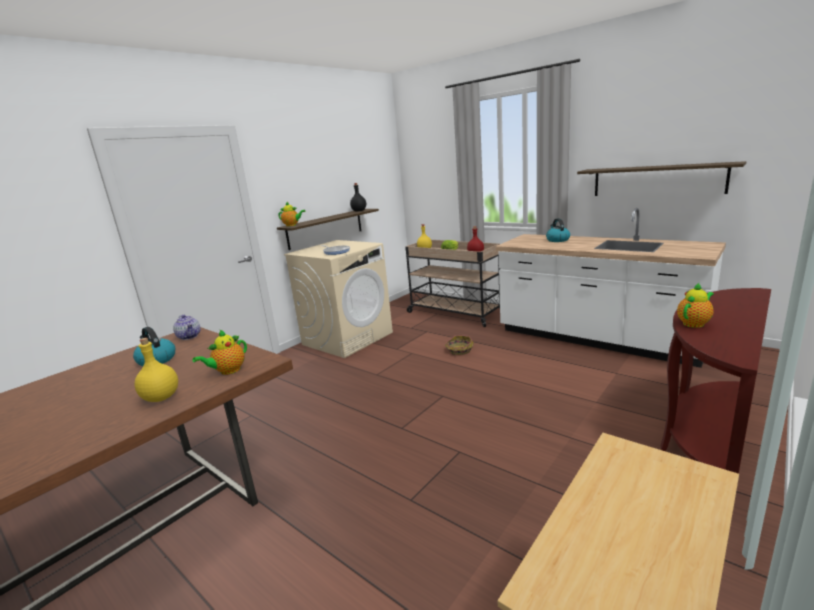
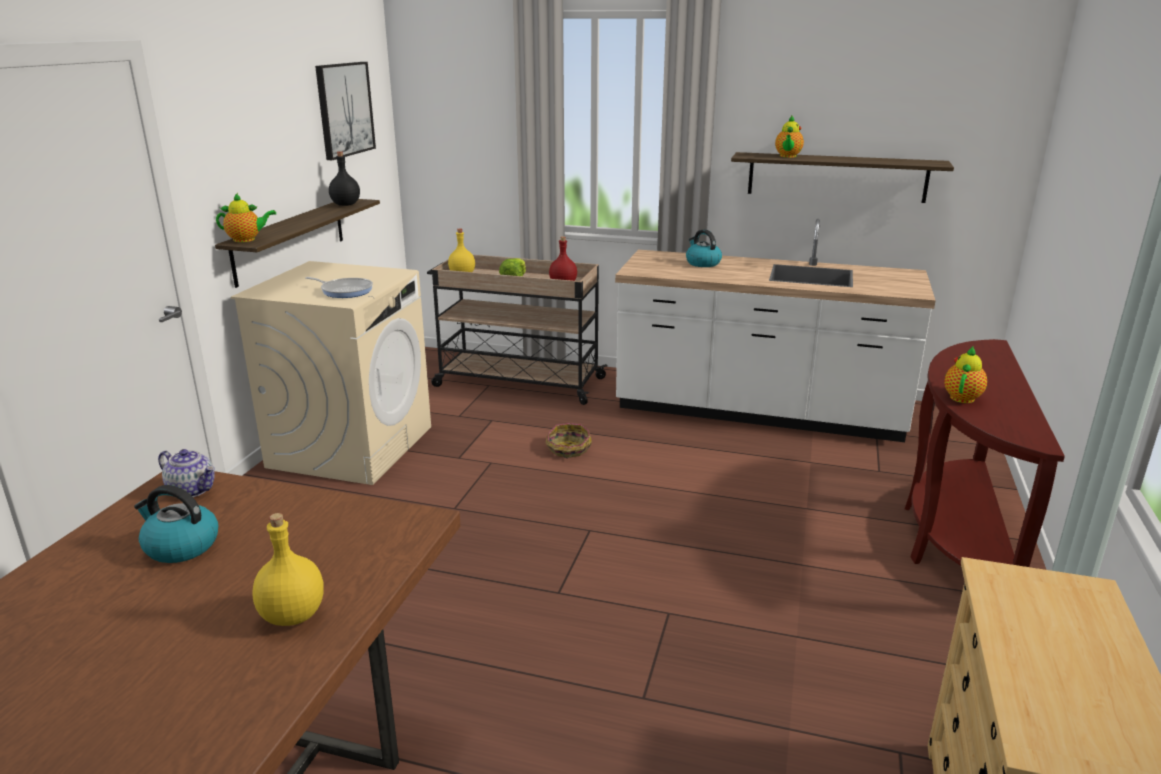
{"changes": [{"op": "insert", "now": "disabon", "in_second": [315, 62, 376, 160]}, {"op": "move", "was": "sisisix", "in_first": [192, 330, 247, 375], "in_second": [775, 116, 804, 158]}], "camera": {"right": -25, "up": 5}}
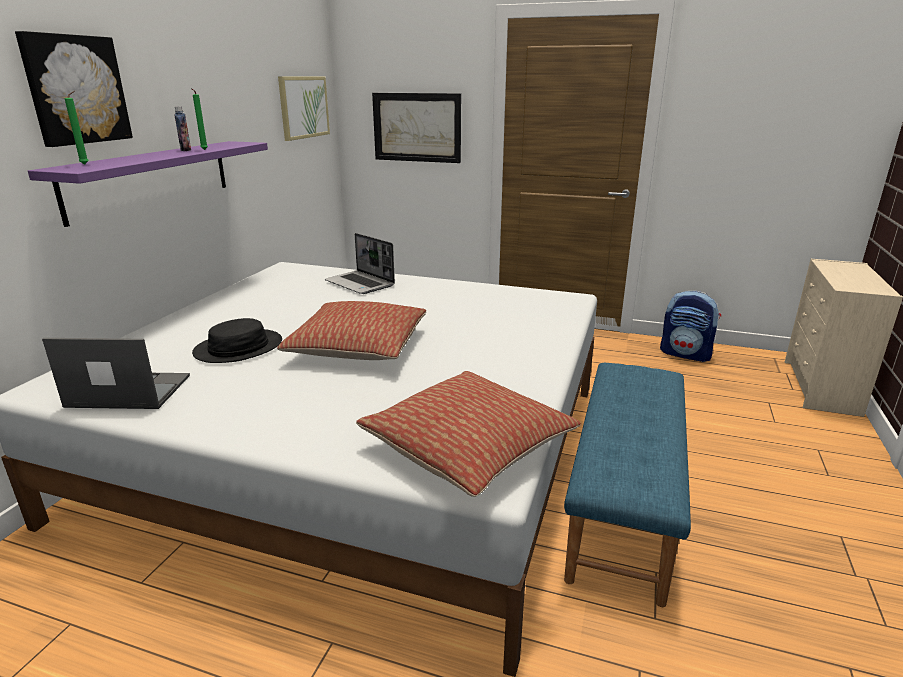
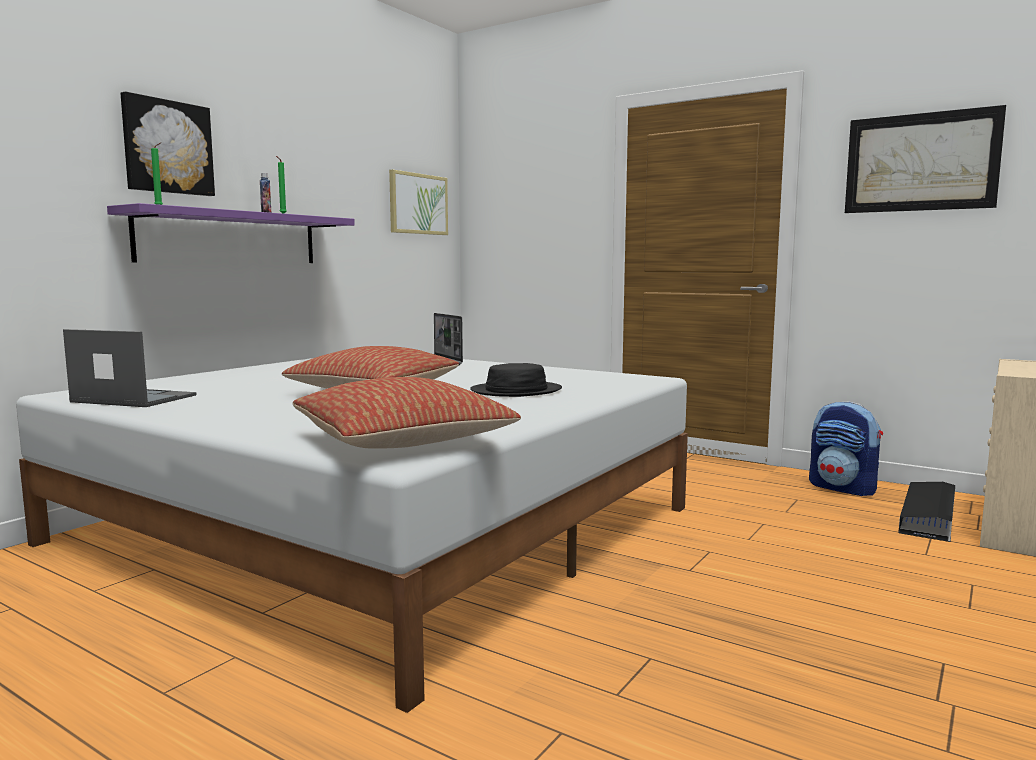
{"changes": [{"op": "delete", "was": "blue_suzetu", "in_first": [564, 363, 691, 607]}, {"op": "insert", "now": "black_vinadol", "in_second": [898, 482, 955, 542]}, {"op": "move", "was": "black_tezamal", "in_first": [192, 318, 282, 363], "in_second": [470, 363, 562, 397]}, {"op": "move", "was": "disabon", "in_first": [372, 93, 461, 163], "in_second": [845, 105, 1006, 213]}], "camera": {"right": 15, "up": -15}}
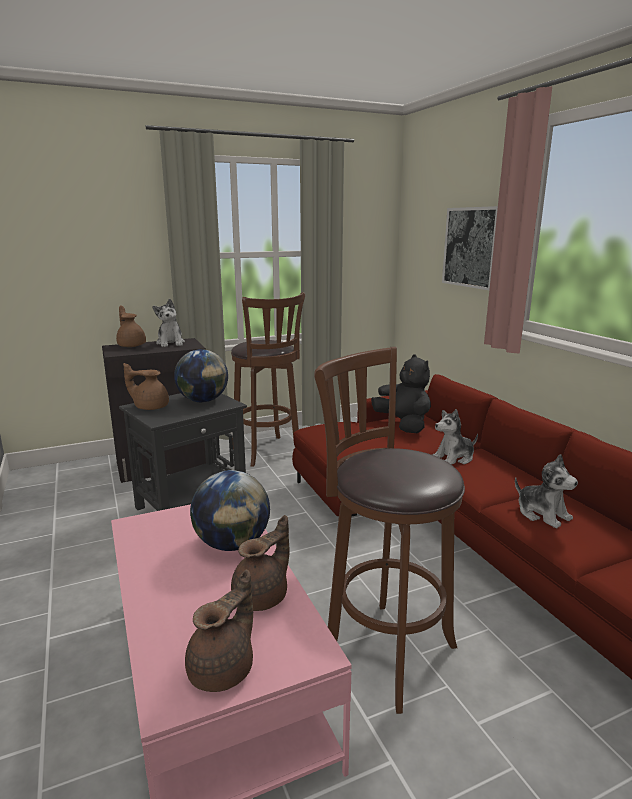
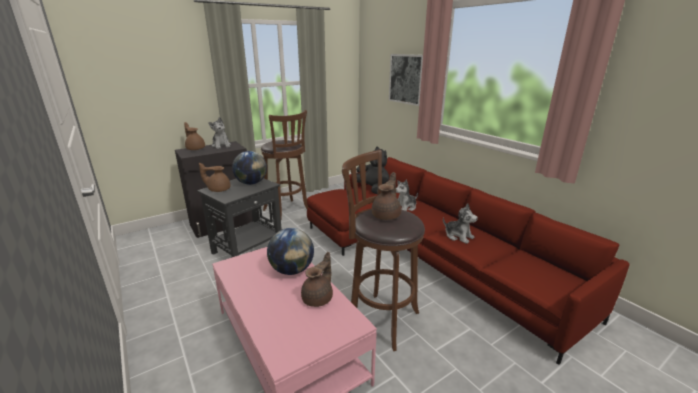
{"changes": [{"op": "move", "was": "brown_sisisix", "in_first": [185, 569, 253, 692], "in_second": [372, 172, 401, 220]}], "camera": {"right": -10, "up": 5}}
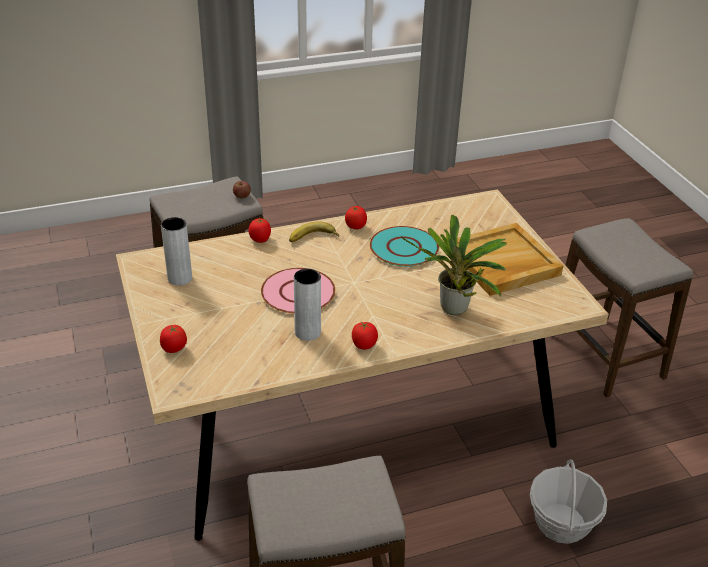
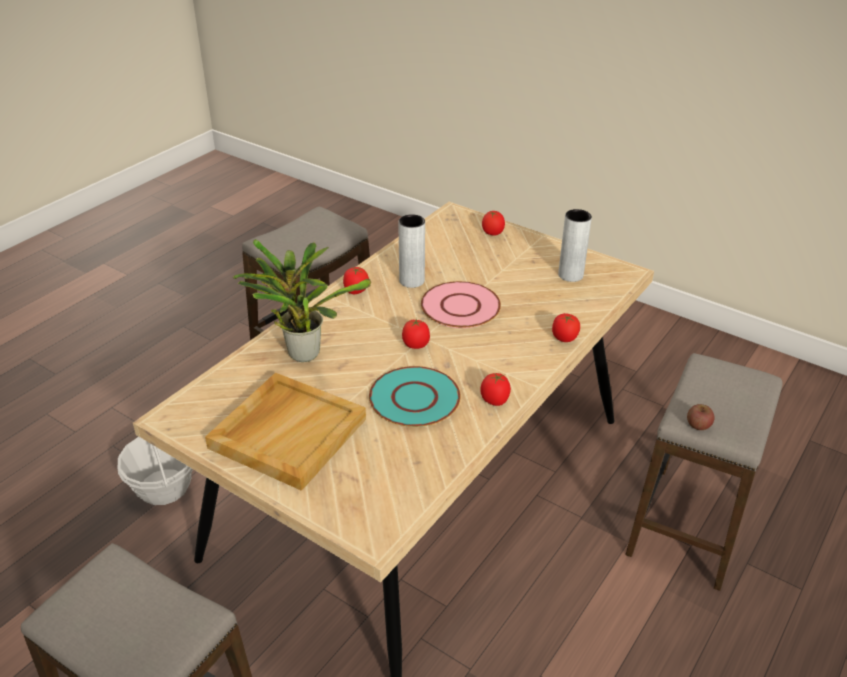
{"changes": [{"op": "delete", "was": "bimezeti", "in_first": [289, 221, 339, 242]}, {"op": "insert", "now": "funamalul", "in_second": [402, 318, 430, 349]}], "camera": {"right": 145, "up": 0}}
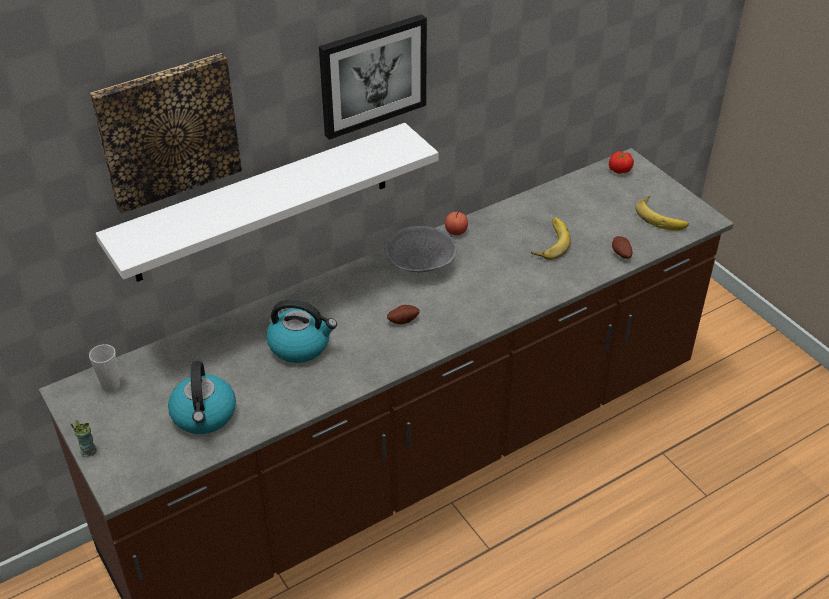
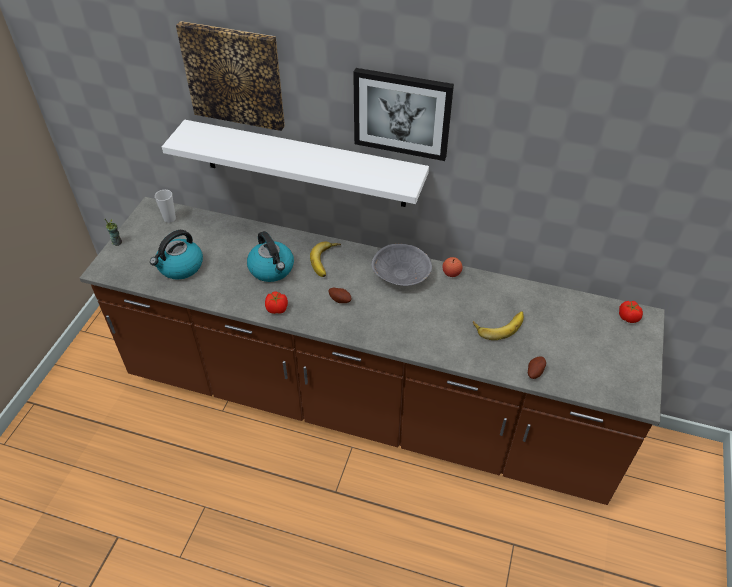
{"changes": [{"op": "insert", "now": "funamalul", "in_second": [265, 292, 288, 314]}, {"op": "move", "was": "bimezeti", "in_first": [635, 195, 689, 231], "in_second": [310, 242, 341, 277]}], "camera": {"right": 50, "up": 5}}
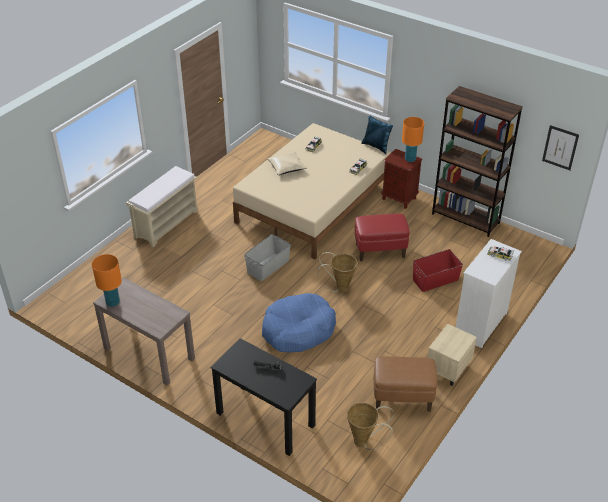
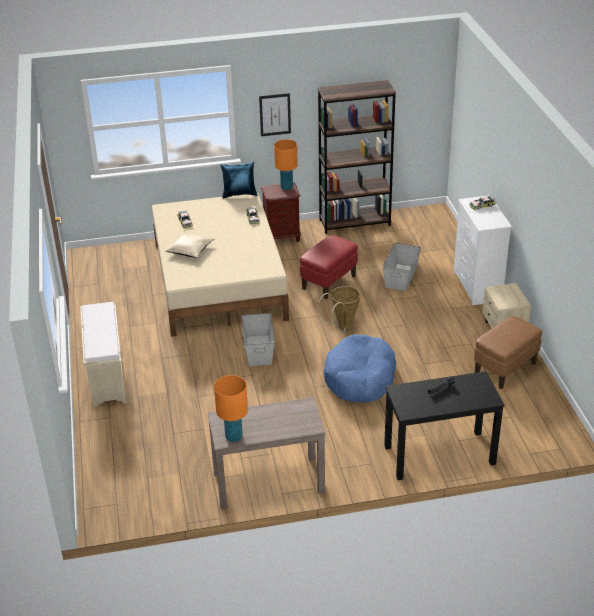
{"changes": [{"op": "delete", "was": "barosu", "in_first": [347, 402, 395, 450]}, {"op": "move", "was": "disabon", "in_first": [542, 125, 579, 170], "in_second": [259, 93, 291, 136]}, {"op": "recolor", "was": "red_vinadol", "now": "grey_vinadol", "in_first": [413, 249, 463, 292], "in_second": [383, 243, 421, 291]}], "camera": {"right": -45, "up": -5}}
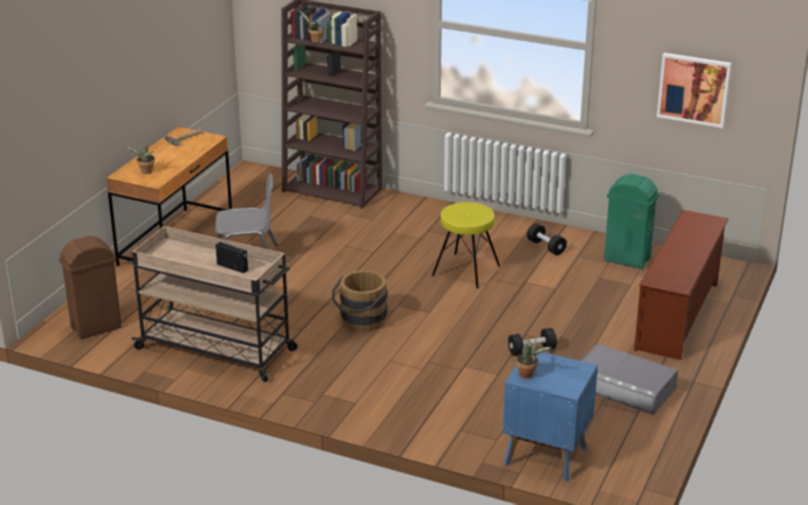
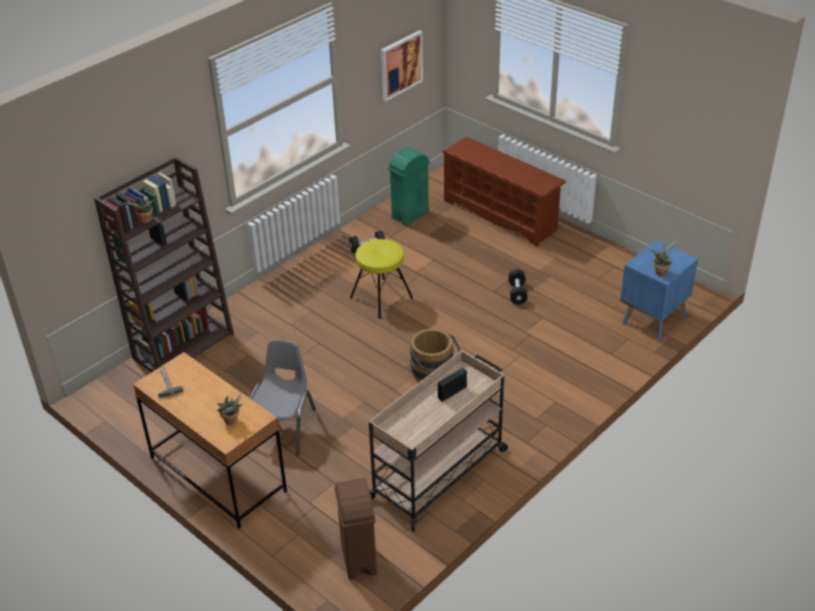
{"changes": [{"op": "delete", "was": "grey_vinadol", "in_first": [580, 344, 678, 415]}], "camera": {"right": -70, "up": 10}}
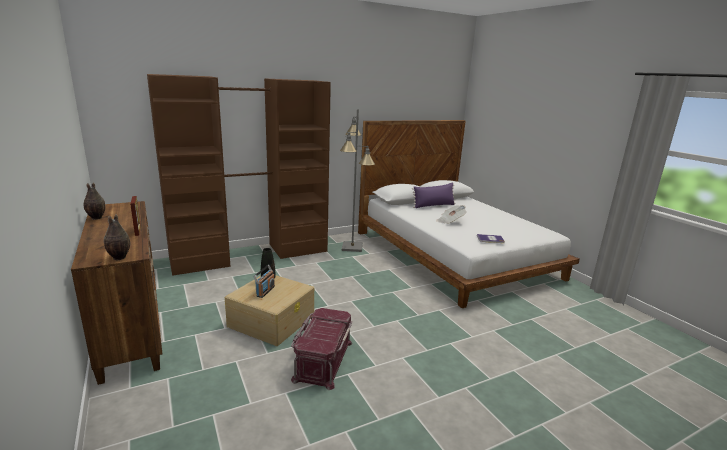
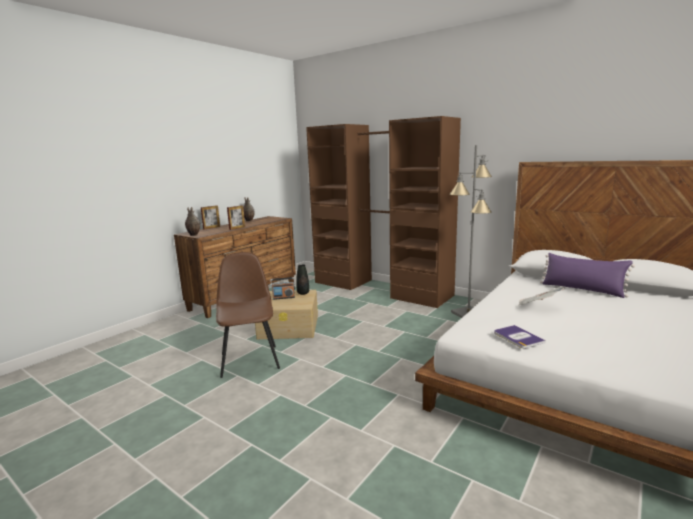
{"changes": [{"op": "insert", "now": "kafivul", "in_second": [201, 205, 220, 230]}, {"op": "replace", "was": "red_vinadol", "now": "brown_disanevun", "in_first": [291, 308, 352, 390], "in_second": [216, 252, 280, 378]}], "camera": {"right": 65, "up": -5}}
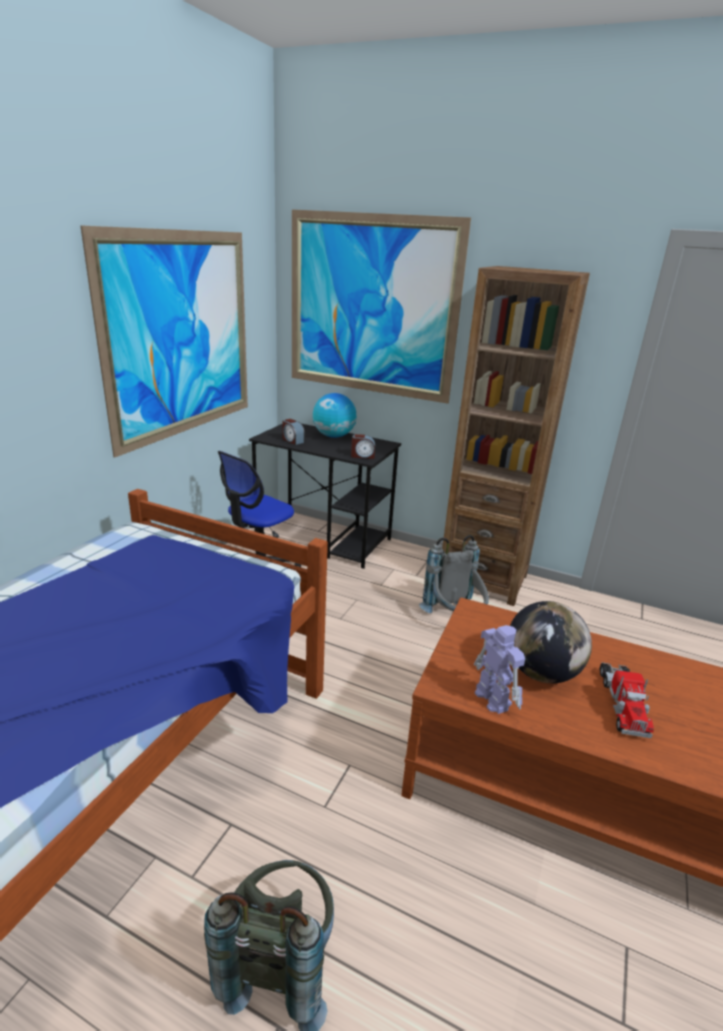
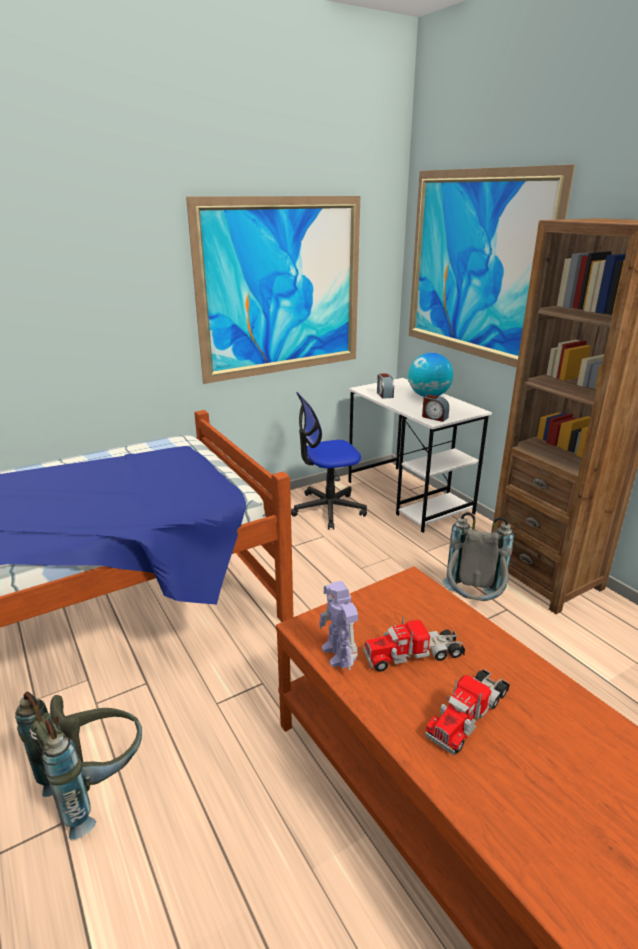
{"changes": [{"op": "replace", "was": "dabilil", "now": "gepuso", "in_first": [510, 601, 592, 683], "in_second": [363, 616, 465, 672]}, {"op": "recolor", "was": "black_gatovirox", "now": "white_gatovirox", "in_first": [249, 424, 401, 569], "in_second": [348, 378, 492, 533]}, {"op": "rotate", "was": "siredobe", "in_first": [474, 625, 525, 714], "in_second": [319, 581, 358, 670], "clockwise": 150}], "camera": {"right": 35, "up": 0}}
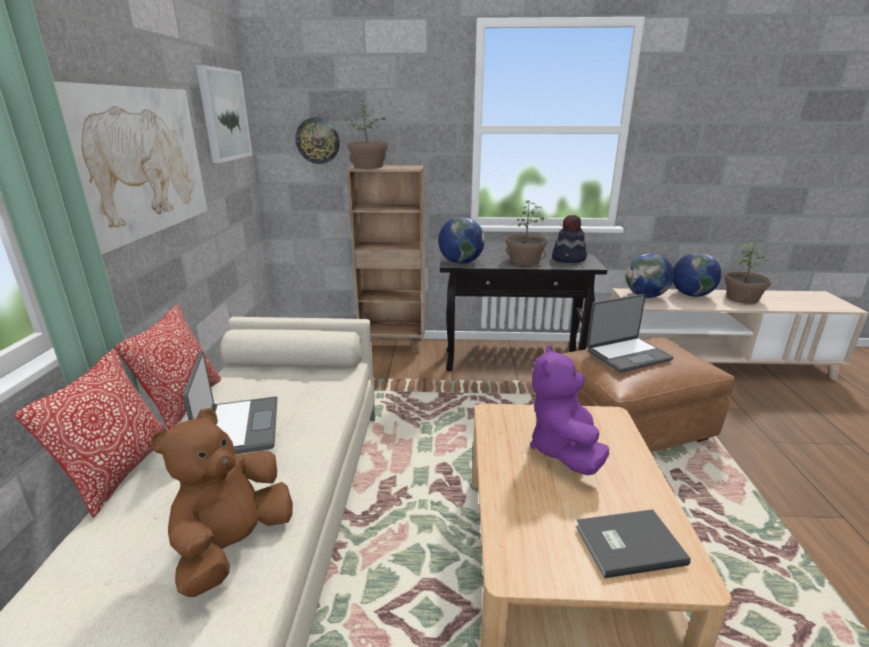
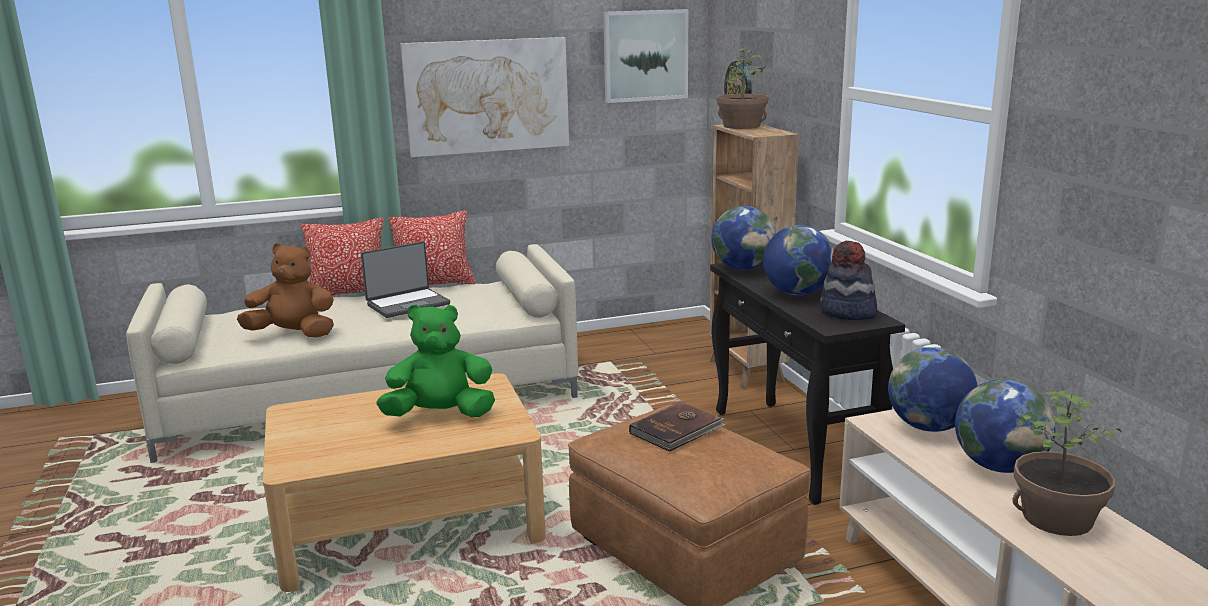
{"changes": [{"op": "delete", "was": "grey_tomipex", "in_first": [576, 509, 691, 579]}, {"op": "replace", "was": "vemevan", "now": "dabilil", "in_first": [506, 200, 547, 266], "in_second": [763, 225, 833, 295]}, {"op": "replace", "was": "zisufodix", "now": "brown_tomipex", "in_first": [586, 294, 674, 373], "in_second": [629, 402, 726, 452]}, {"op": "recolor", "was": "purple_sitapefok", "now": "green_sitapefok", "in_first": [530, 345, 609, 475], "in_second": [376, 304, 495, 417]}], "camera": {"right": 70, "up": -5}}
